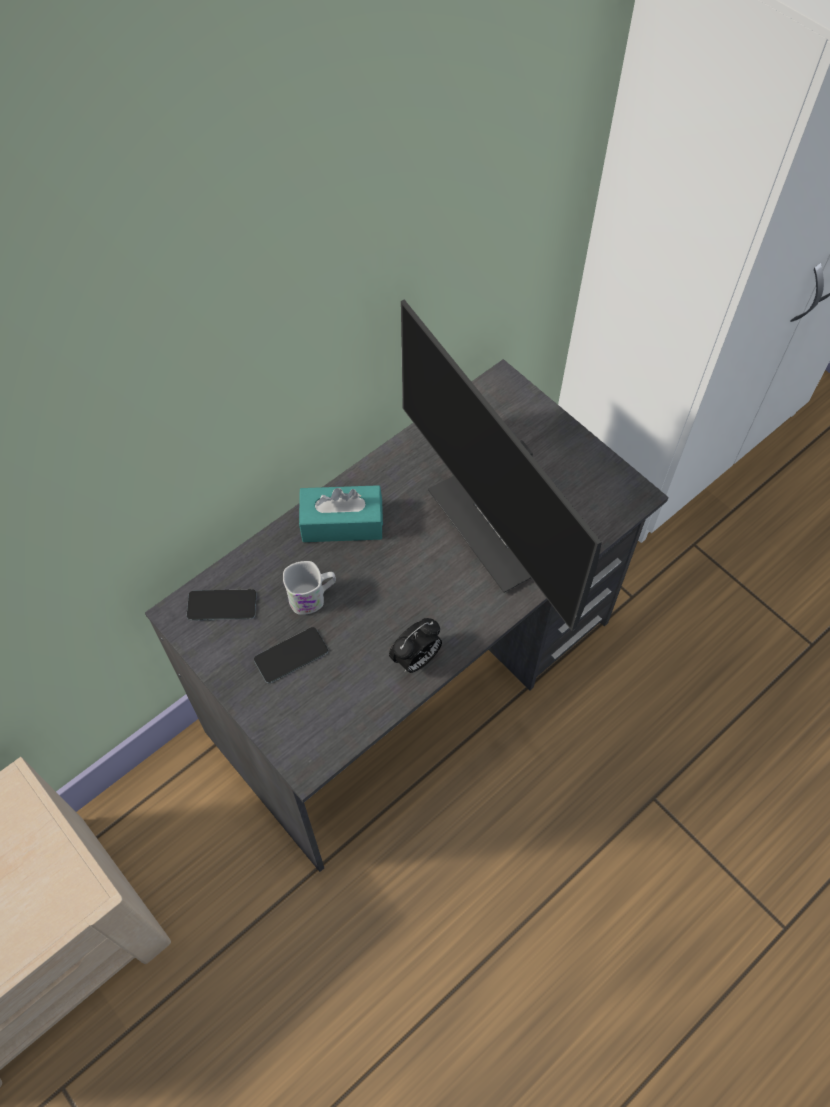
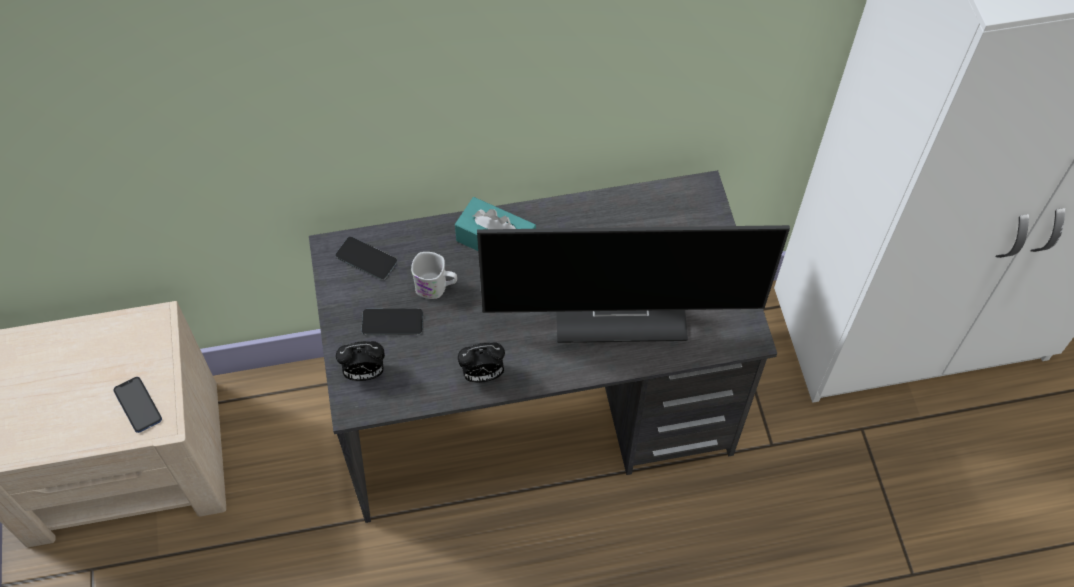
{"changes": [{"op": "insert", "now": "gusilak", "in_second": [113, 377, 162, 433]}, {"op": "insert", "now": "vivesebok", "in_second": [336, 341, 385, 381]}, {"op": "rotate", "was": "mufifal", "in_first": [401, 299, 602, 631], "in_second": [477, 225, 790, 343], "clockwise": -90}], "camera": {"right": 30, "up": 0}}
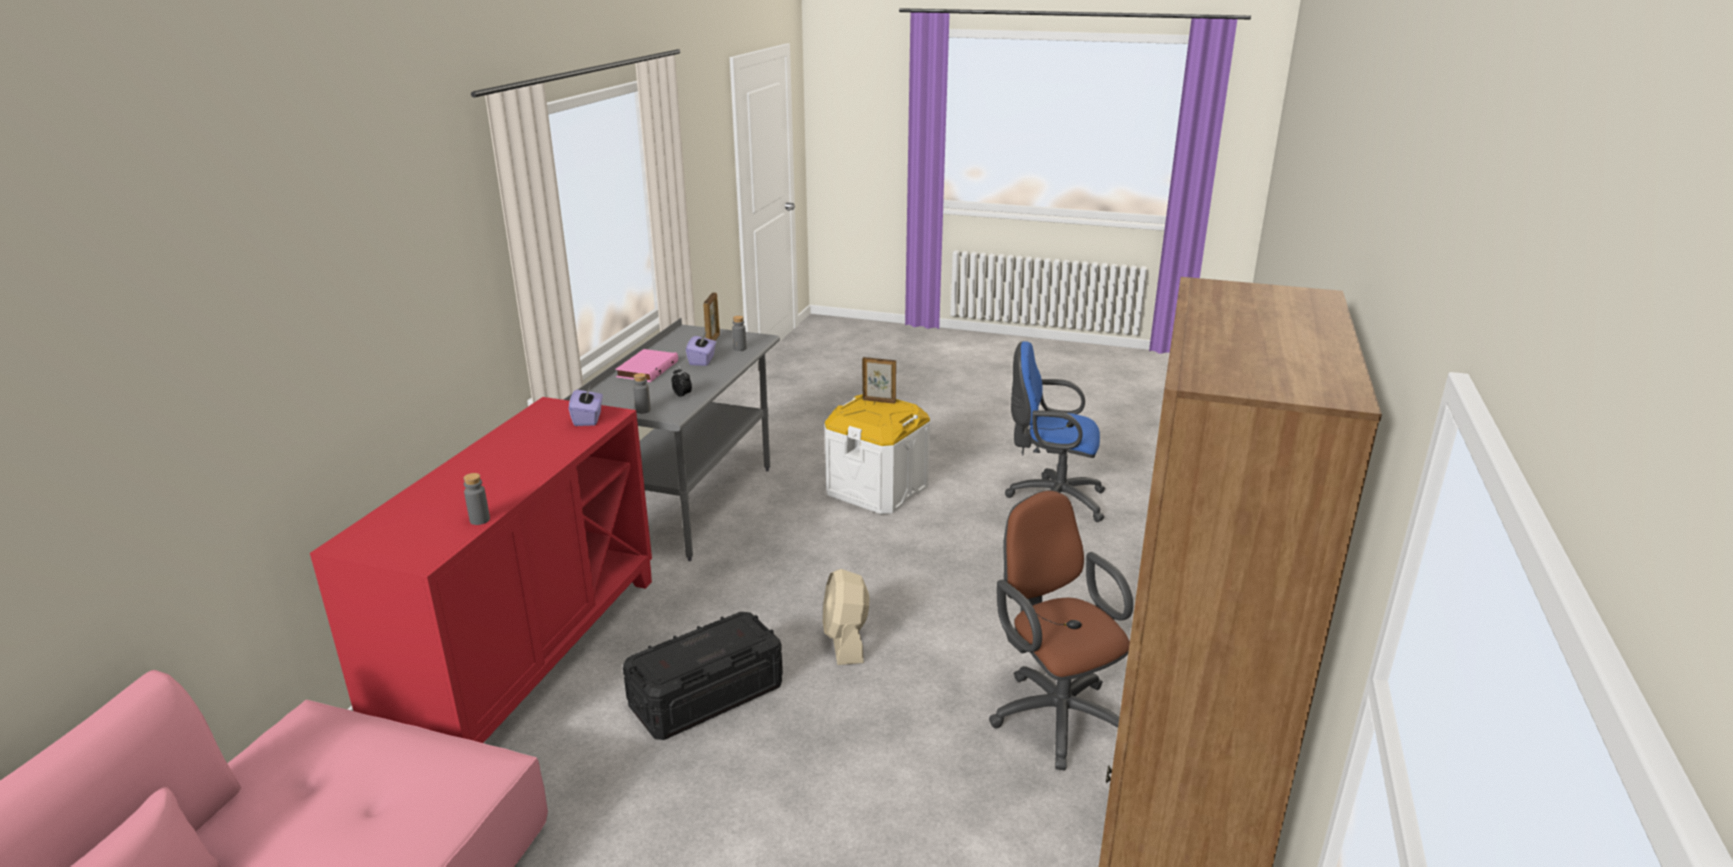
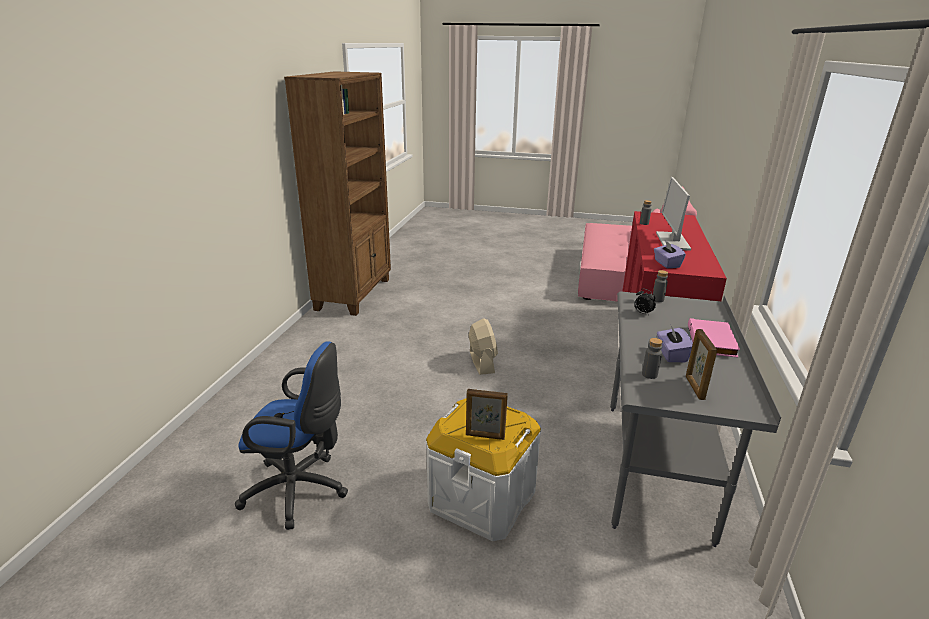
{"changes": [{"op": "delete", "was": "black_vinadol", "in_first": [623, 612, 783, 740]}, {"op": "delete", "was": "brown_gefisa", "in_first": [989, 490, 1133, 770]}, {"op": "insert", "now": "mufifal", "in_second": [656, 177, 691, 251]}], "camera": {"right": 175, "up": 0}}
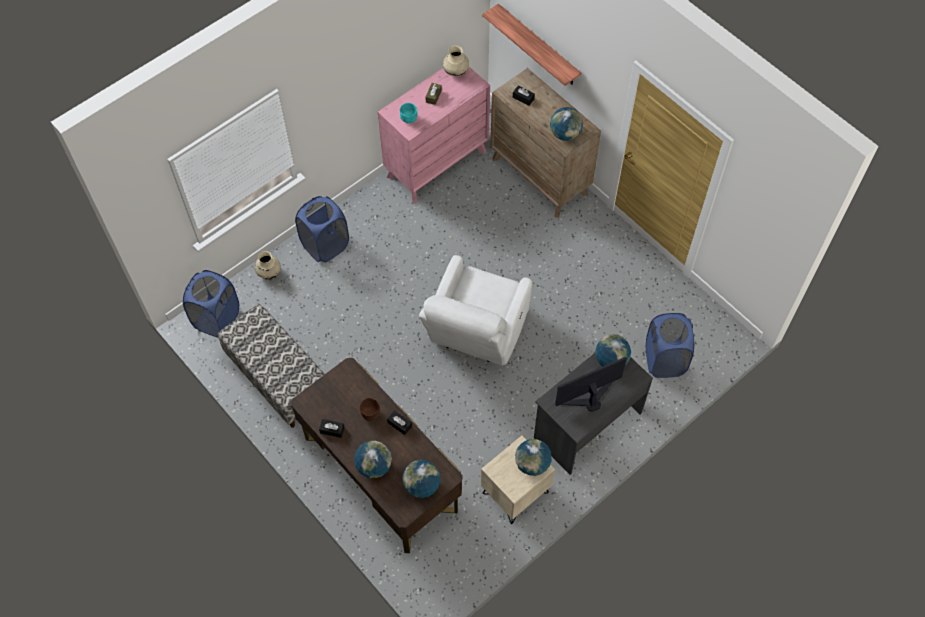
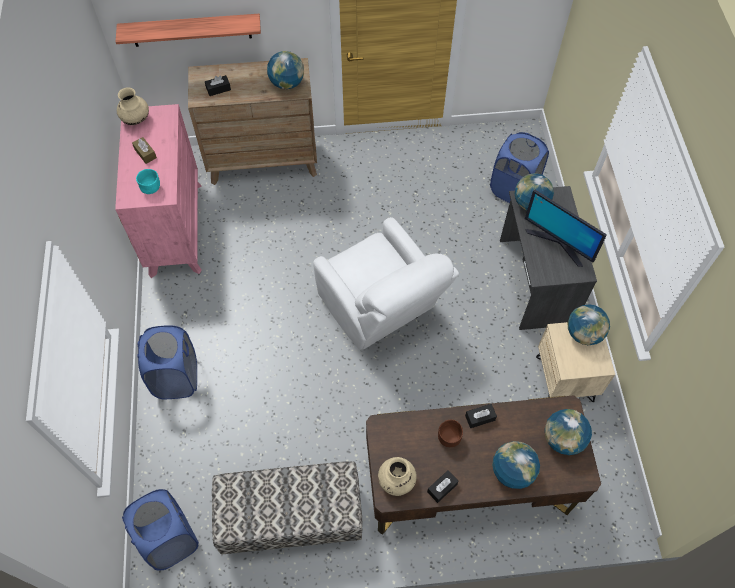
{"changes": [{"op": "move", "was": "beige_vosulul", "in_first": [255, 251, 281, 280], "in_second": [378, 457, 417, 496]}, {"op": "rotate", "was": "mufifal", "in_first": [555, 357, 627, 412], "in_second": [525, 189, 607, 267], "clockwise": -60}], "camera": {"right": -55, "up": 0}}
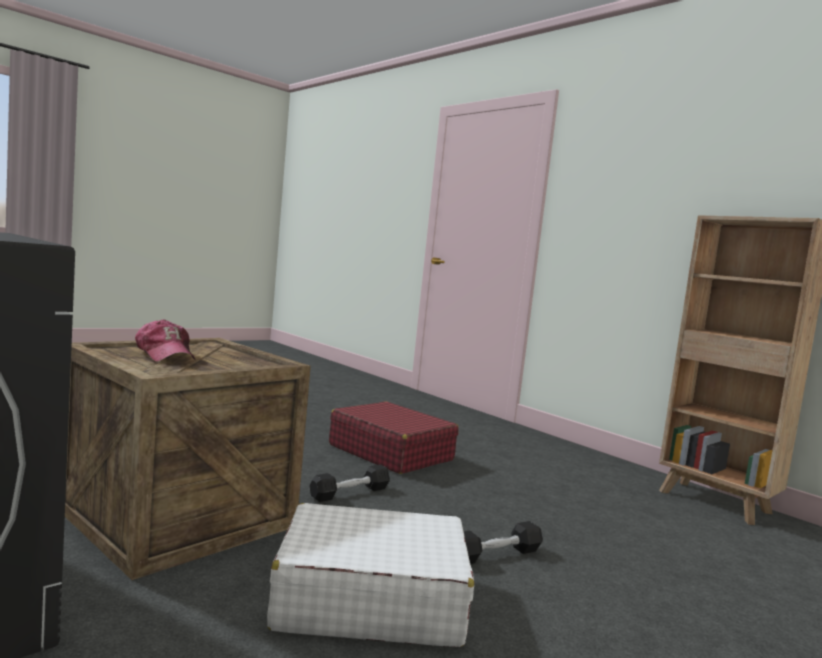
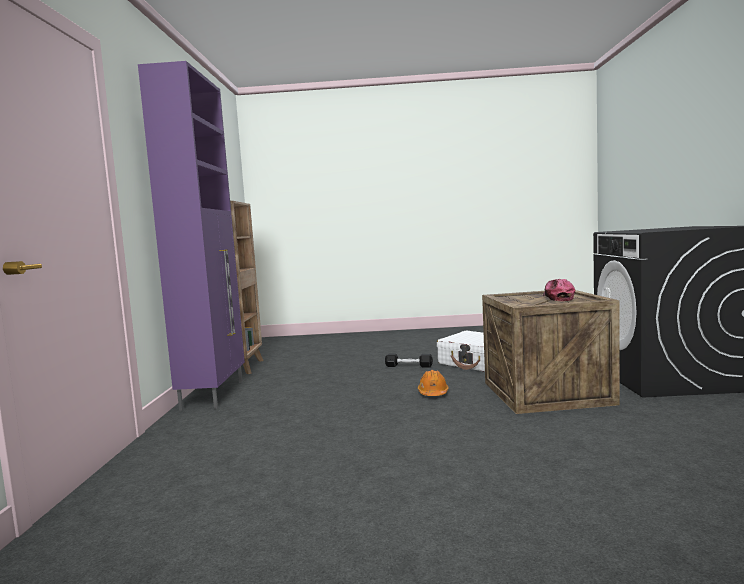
{"changes": [{"op": "delete", "was": "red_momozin", "in_first": [329, 401, 459, 474]}, {"op": "insert", "now": "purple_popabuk", "in_second": [138, 61, 245, 411]}, {"op": "replace", "was": "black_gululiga", "now": "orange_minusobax", "in_first": [309, 464, 390, 502], "in_second": [418, 370, 449, 396]}], "camera": {"right": -135, "up": 0}}
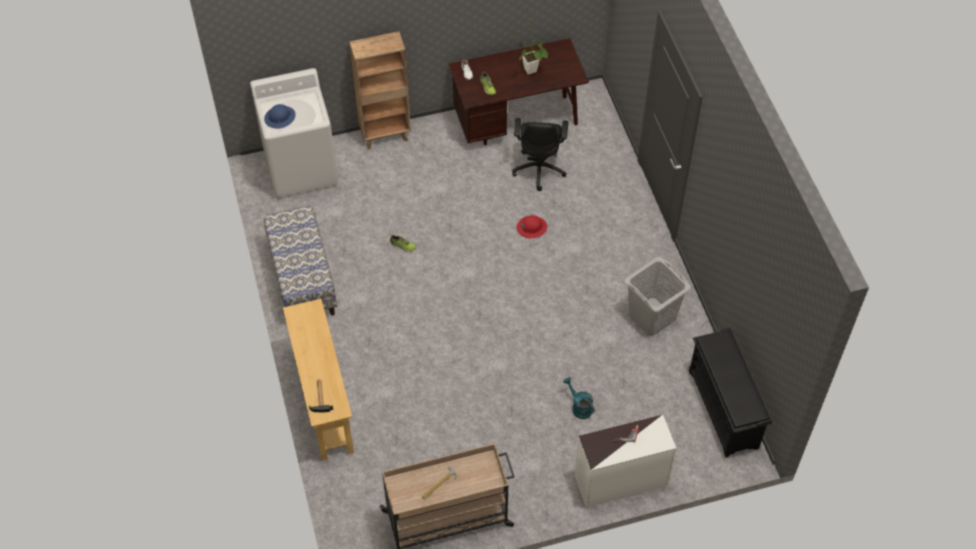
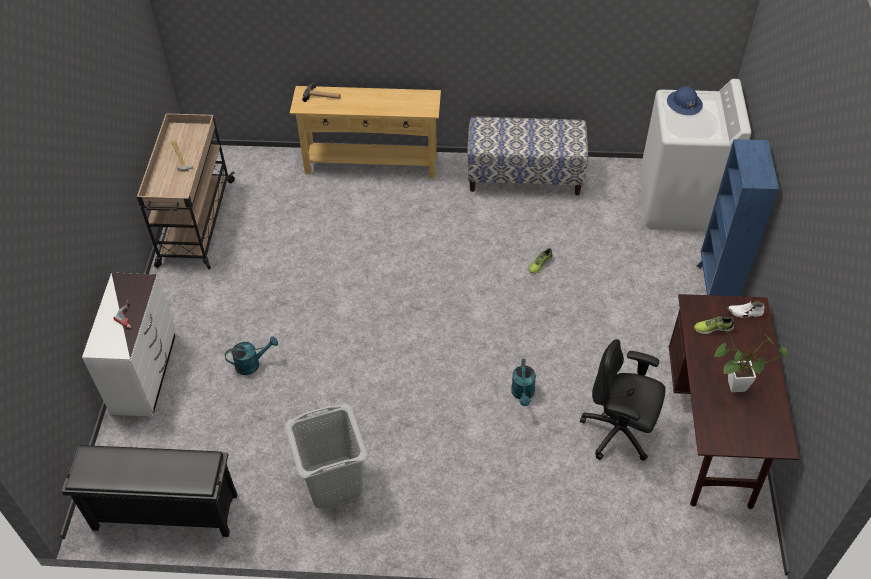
{"changes": [{"op": "replace", "was": "red_minusobax", "now": "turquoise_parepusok", "in_first": [516, 215, 547, 238], "in_second": [511, 359, 536, 406]}, {"op": "recolor", "was": "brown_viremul", "now": "blue_viremul", "in_first": [349, 31, 411, 150], "in_second": [696, 139, 779, 296]}], "camera": {"right": 110, "up": -5}}
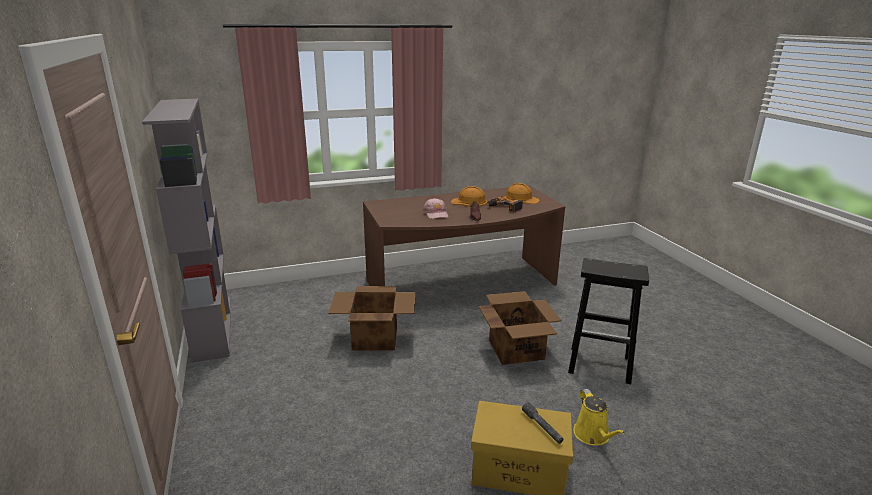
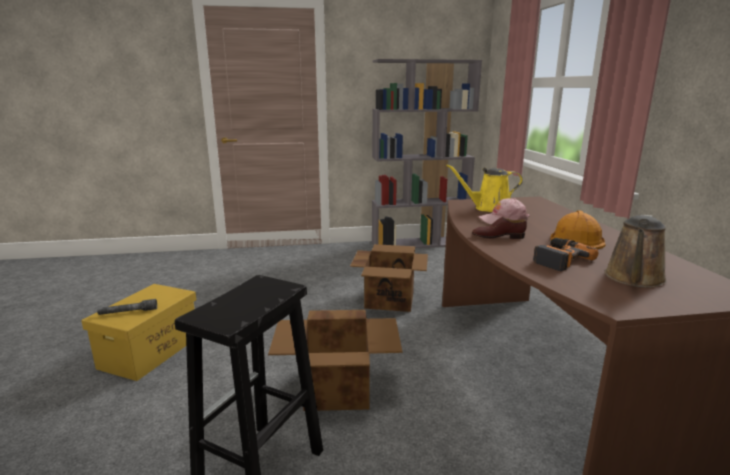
{"changes": [{"op": "move", "was": "yellow_parepusok", "in_first": [573, 389, 625, 446], "in_second": [446, 164, 523, 212]}, {"op": "replace", "was": "orange_minusobax", "now": "brown_parepusok", "in_first": [504, 183, 540, 204], "in_second": [604, 215, 667, 288]}], "camera": {"right": 100, "up": -5}}
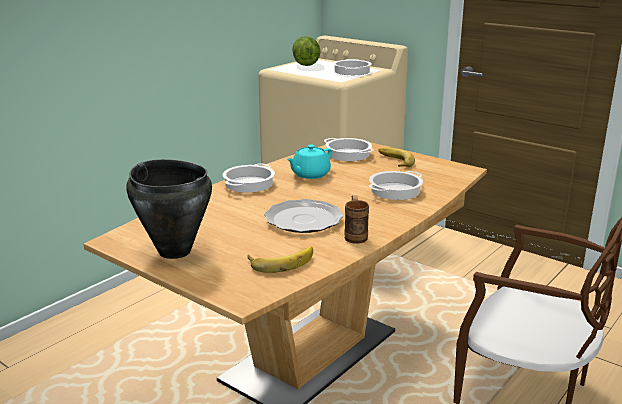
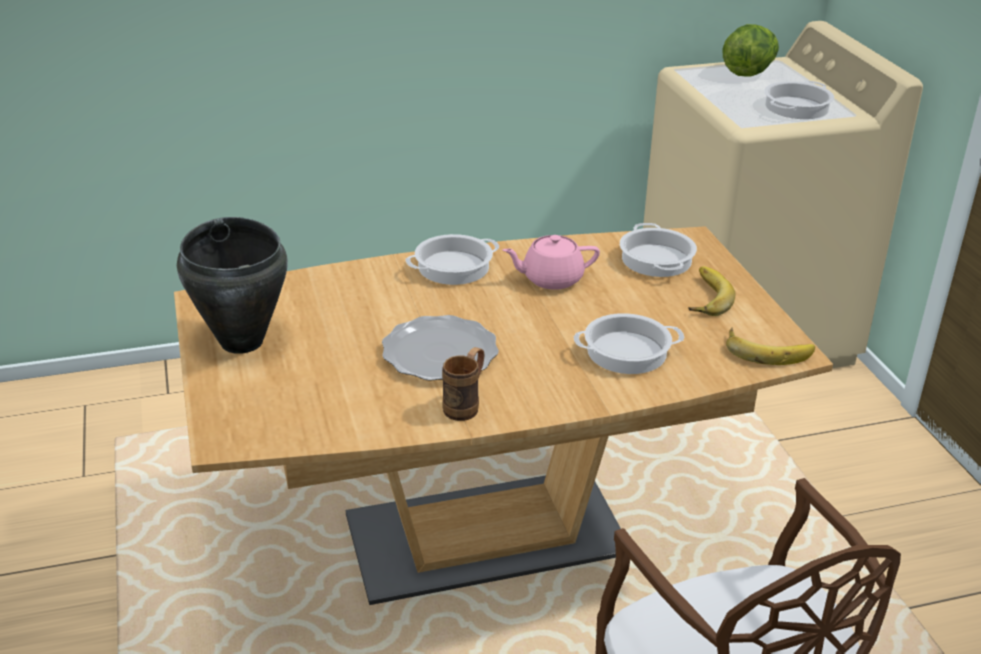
{"changes": [{"op": "move", "was": "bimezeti", "in_first": [247, 247, 313, 273], "in_second": [726, 327, 815, 365]}, {"op": "recolor", "was": "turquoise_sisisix", "now": "pink_sisisix", "in_first": [286, 145, 332, 179], "in_second": [503, 235, 600, 290]}], "camera": {"right": 35, "up": 10}}
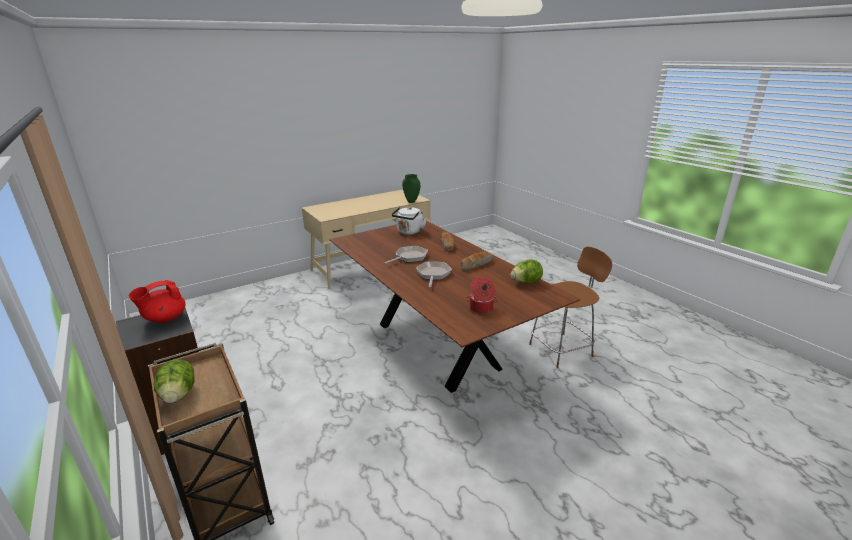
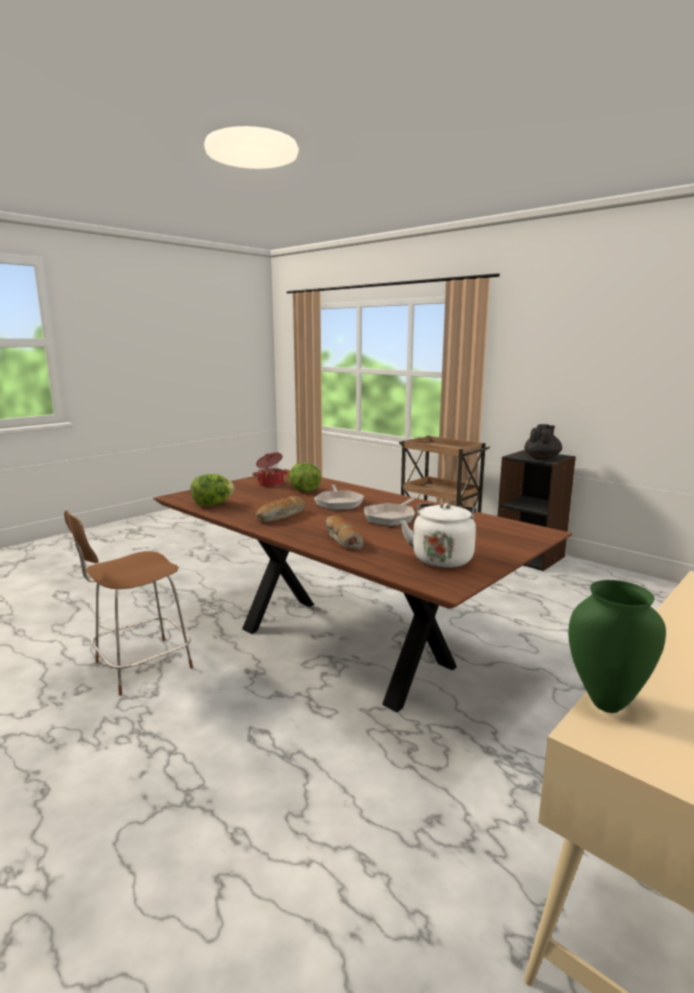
{"changes": [{"op": "move", "was": "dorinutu", "in_first": [154, 359, 194, 403], "in_second": [289, 463, 321, 492]}, {"op": "recolor", "was": "red_sisisix", "now": "black_sisisix", "in_first": [129, 280, 186, 323], "in_second": [524, 424, 562, 460]}], "camera": {"right": 165, "up": -10}}
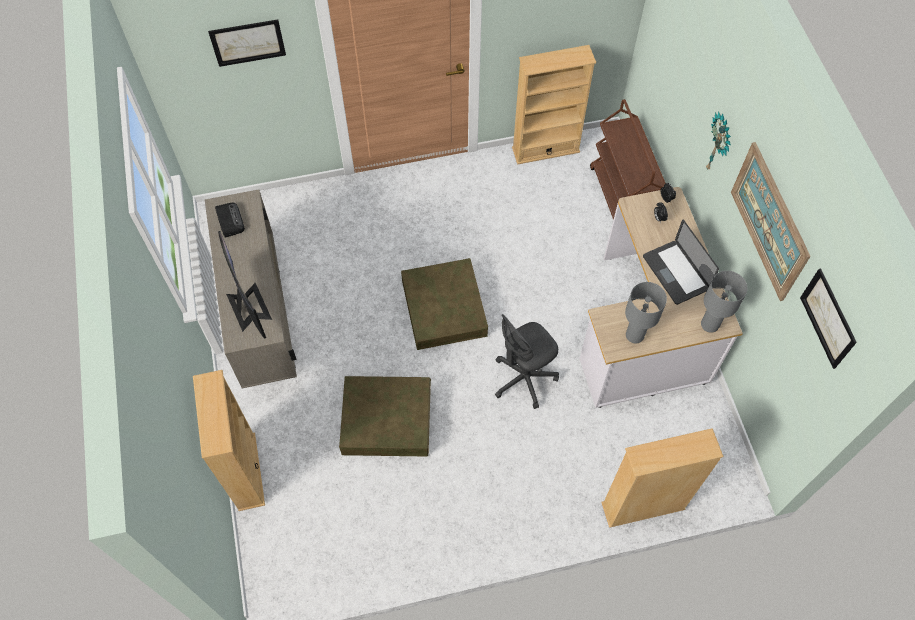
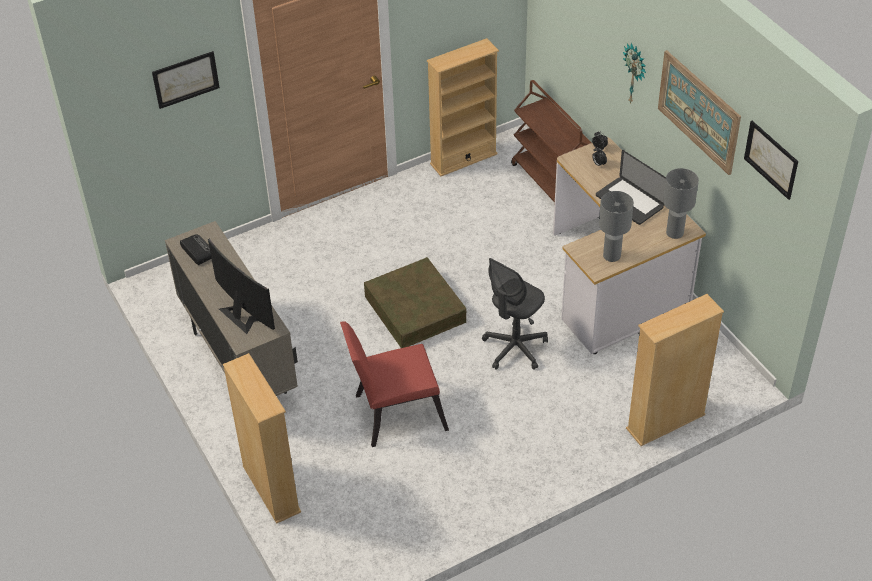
{"changes": [{"op": "replace", "was": "brown_vinadol", "now": "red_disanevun", "in_first": [339, 376, 431, 457], "in_second": [340, 321, 449, 447]}], "camera": {"right": -15, "up": -15}}
